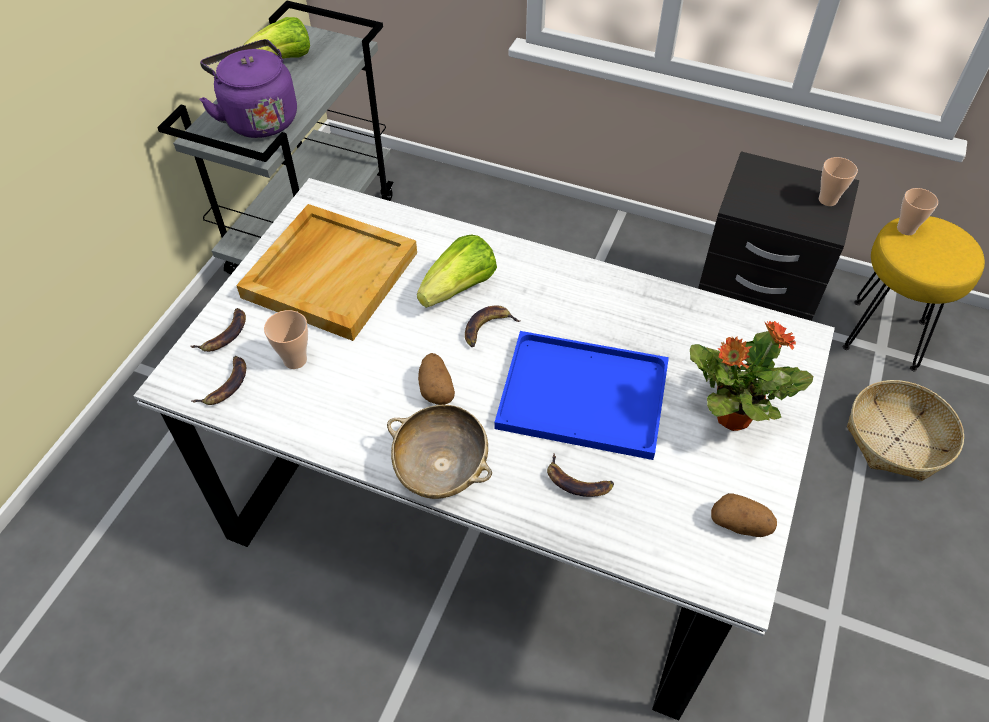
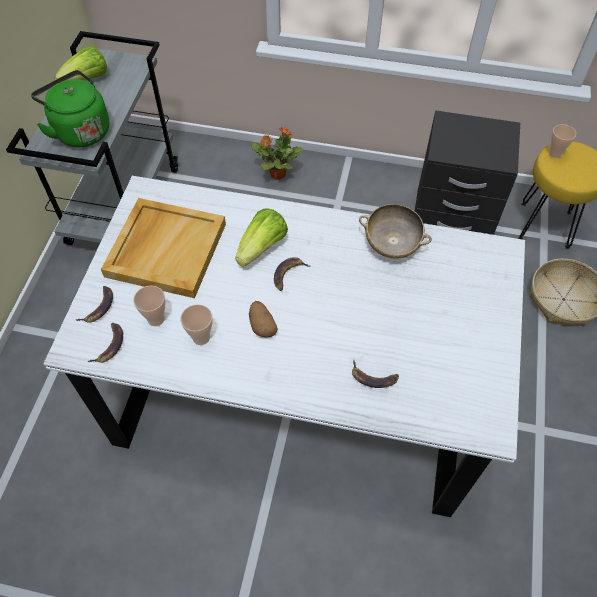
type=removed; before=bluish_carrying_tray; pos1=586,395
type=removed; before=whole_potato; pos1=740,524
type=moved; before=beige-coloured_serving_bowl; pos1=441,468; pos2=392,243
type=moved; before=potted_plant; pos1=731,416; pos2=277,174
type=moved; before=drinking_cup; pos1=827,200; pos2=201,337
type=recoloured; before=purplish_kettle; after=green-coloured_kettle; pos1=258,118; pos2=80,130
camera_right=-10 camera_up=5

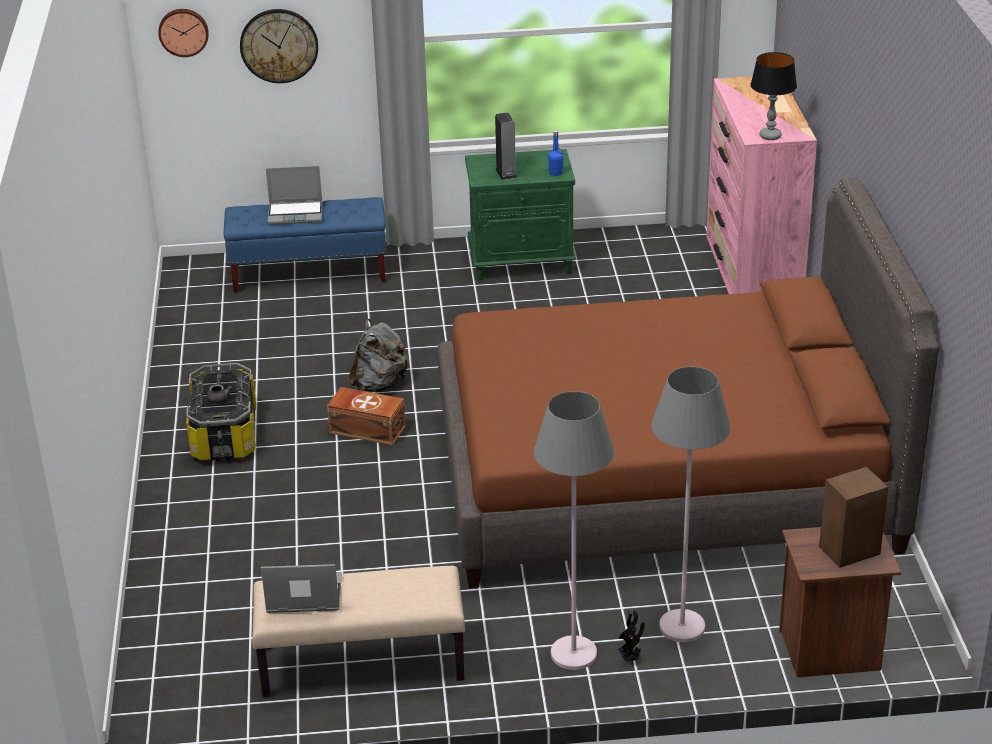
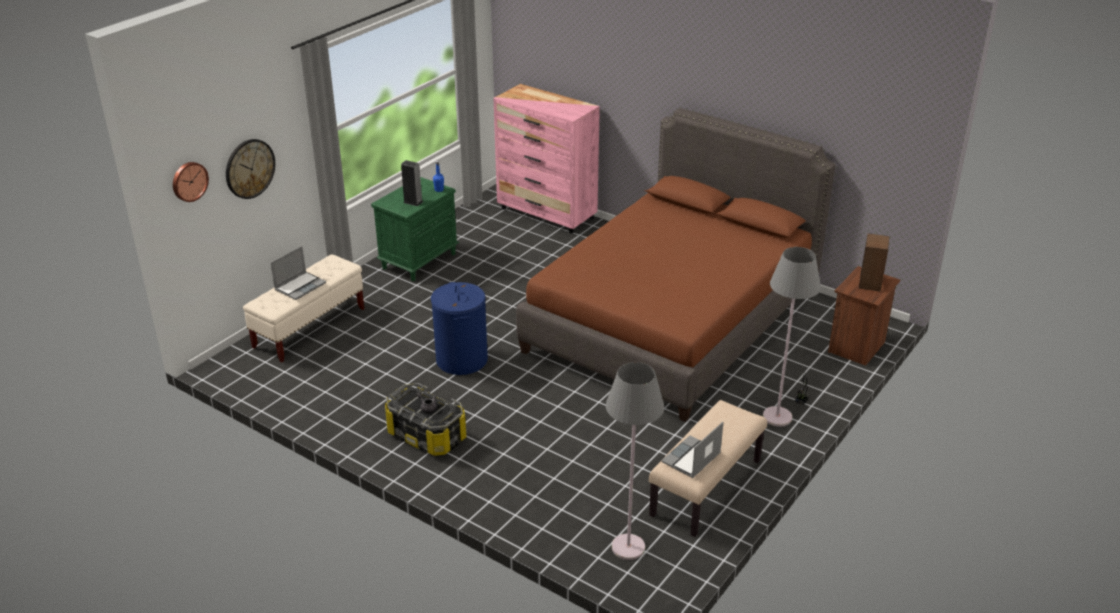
type=removed; before=brown-coloured_storage_container; pos1=367,429
type=removed; before=lamp_for_a_table; pos1=770,136
type=moved; before=grey_standing_lamp; pos1=681,627; pos2=628,547
type=replaced; before=grey_rucksack; after=bluish_washing_basket; pos1=379,384; pos2=461,360
type=recoloured; before=bluish_indoor_bench; after=beige-coloured_indoor_bench; pos1=310,274; pos2=310,328
camera_right=-50 camera_up=0

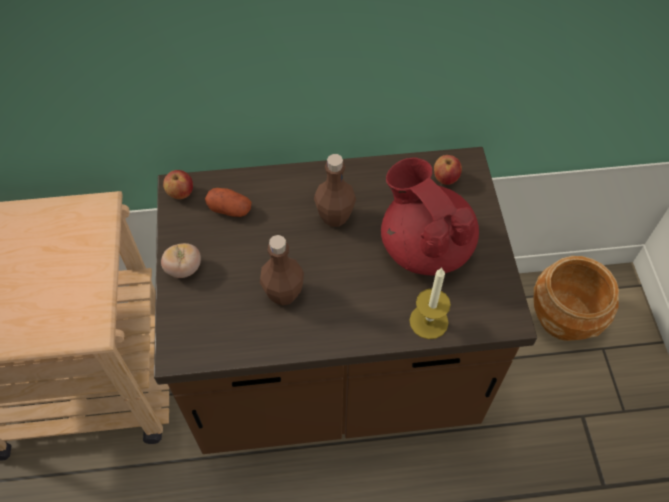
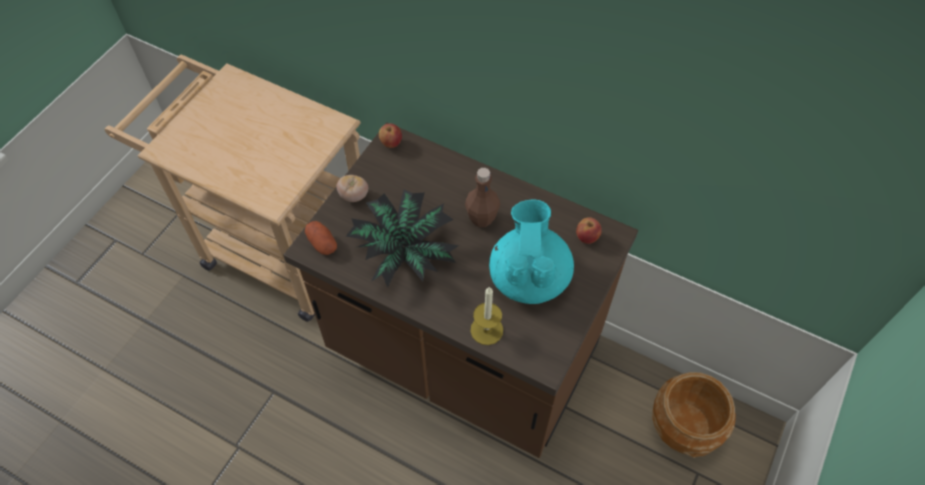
type=moved; before=whole_potato; pos1=230,209; pos2=322,243
type=replaced; before=brown-coloured_drink_bottle; after=potted_plant; pos1=283,294; pos2=404,251
type=recoloured; before=red_tea_pot; after=turquoise_tea_pot; pos1=425,246; pos2=529,277
camera_right=35 camera_up=0

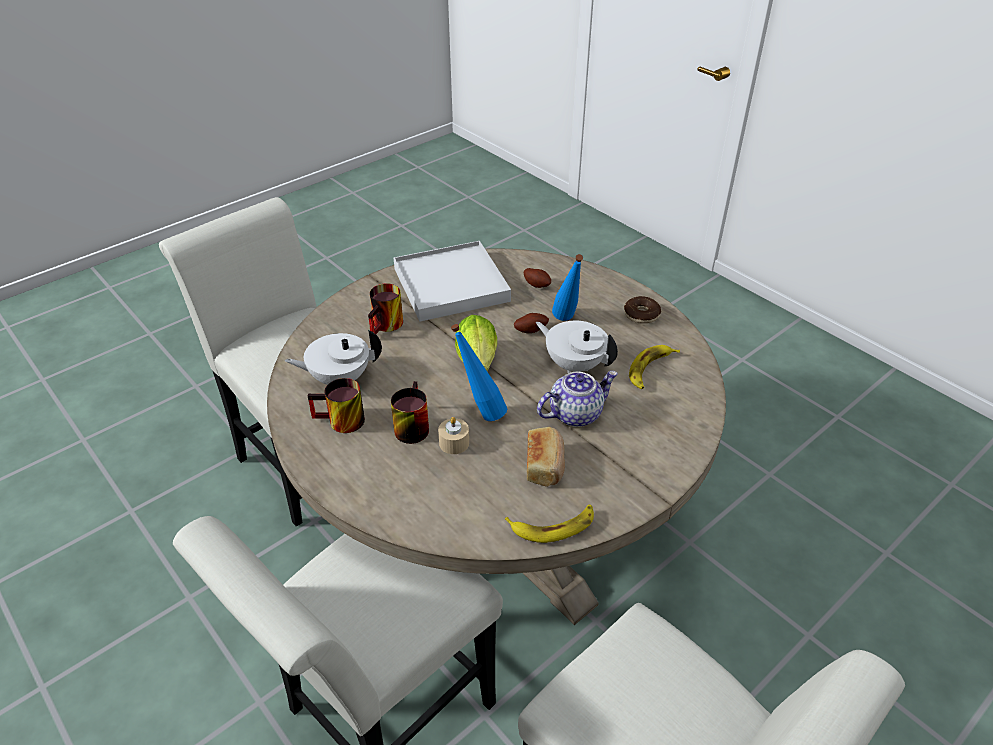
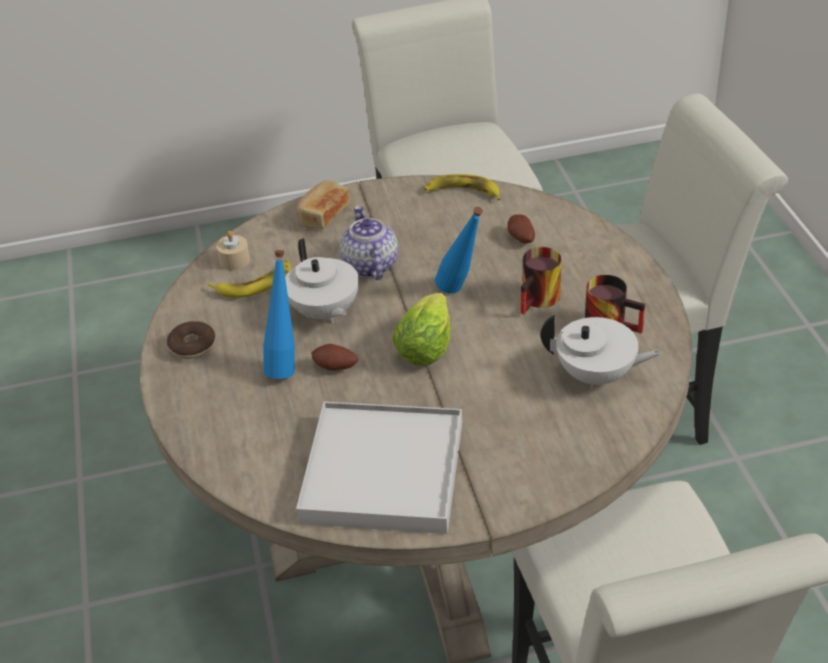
type=removed; before=coffee_mug; pos1=387,326
type=moved; before=beige-coloured_candle; pos1=454,443; pos2=234,260
type=moved; before=whole_potato; pos1=537,284; pos2=520,238
type=moved; before=bakery_bread; pos1=545,465; pos2=323,215
type=turned; before=tea_pot; pos1=575,413; pos2=369,265; turn=75
camera_right=-150 camera_up=0

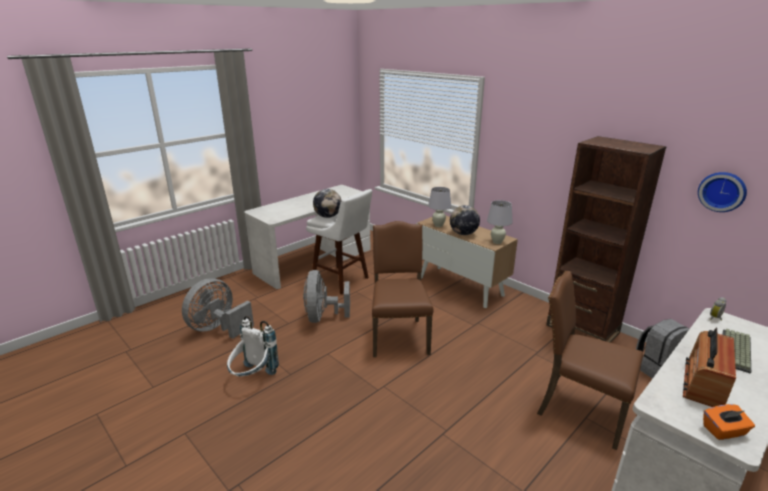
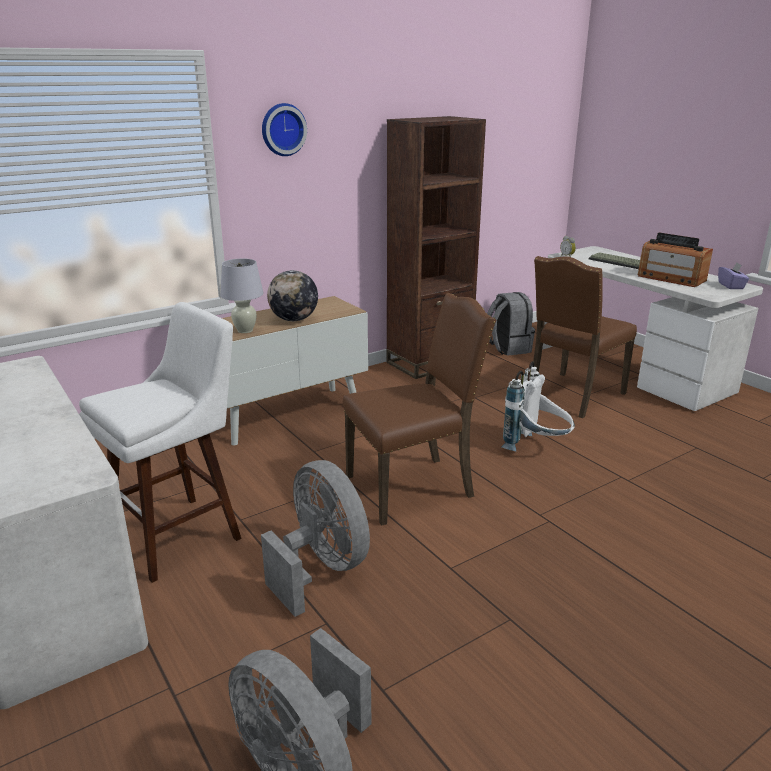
type=removed; before=globe; pos1=328,216
type=removed; before=white_lamp_for_a_table; pos1=497,242
type=moved; before=white_rucksack; pos1=253,377; pos2=536,448
type=moved; before=hanging_clock; pos1=722,191; pos2=282,129
type=recoloured; before=orange_tissue_box; after=purplish_tissue_box; pos1=724,431; pos2=731,286
type=turned; before=grey_fan; pos1=323,317; pos2=321,568; turn=-135
type=turned; before=brown-coloured_plain_chair; pos1=399,336; pos2=413,487; turn=150
camera_right=-80 camera_up=0

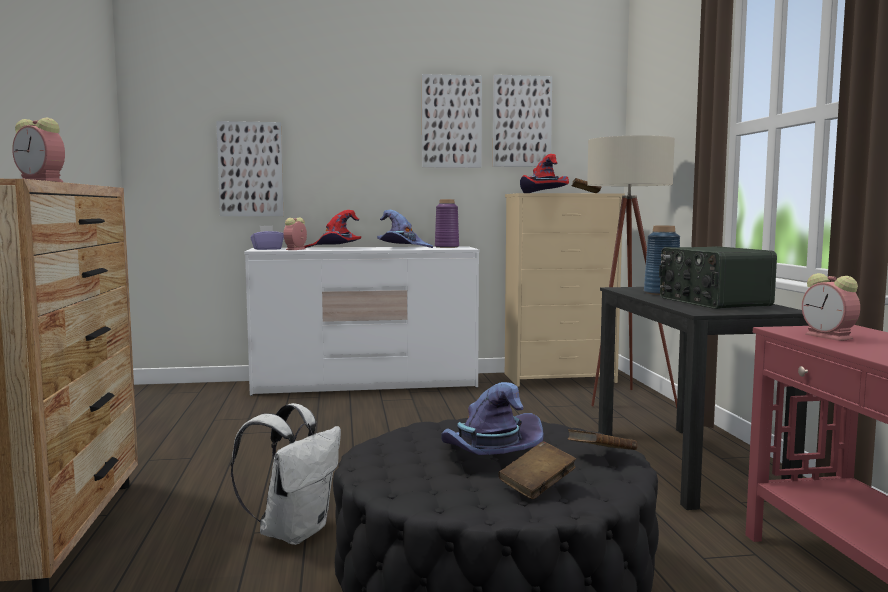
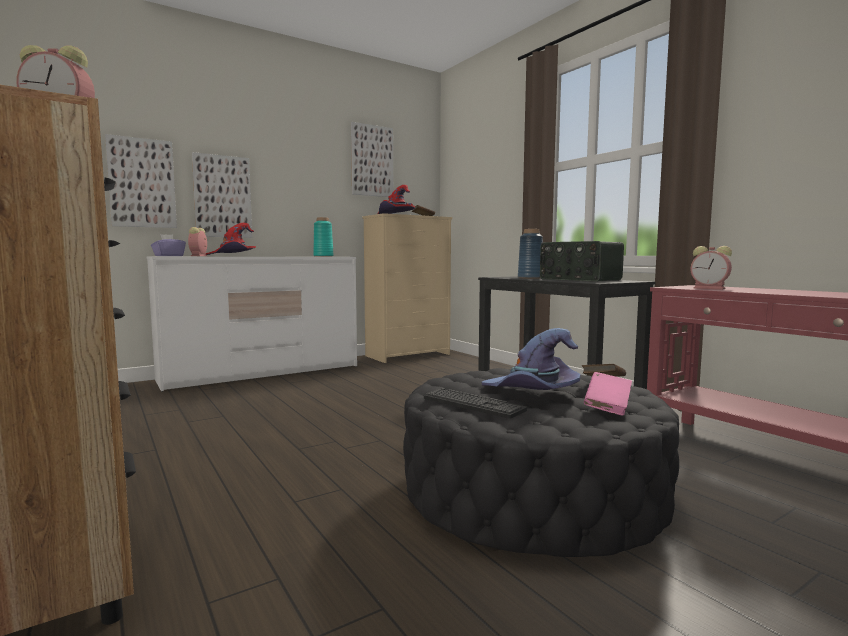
type=removed; before=white_rucksack; pos1=294,532
type=removed; before=purplish_hat; pos1=403,247
type=removed; before=beige-coloured_standing_lamp; pos1=624,402
type=added; after=keyboard; pos2=473,404
type=moved; before=picture; pos1=451,121; pos2=222,196
type=recoloured; before=purplish_decorative_vase; after=turquoise_decorative_vase; pos1=446,247; pos2=323,256
type=recoloured; before=brown-coloured_bound_book; after=pink_bound_book; pos1=537,486; pos2=607,407
camera_right=-25 camera_up=0

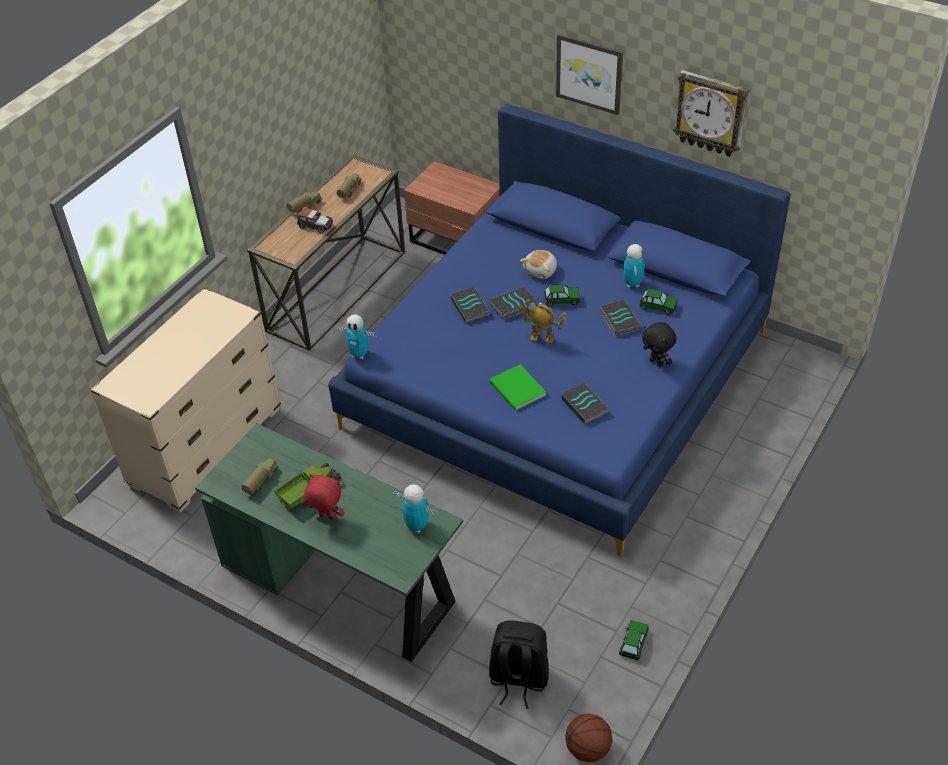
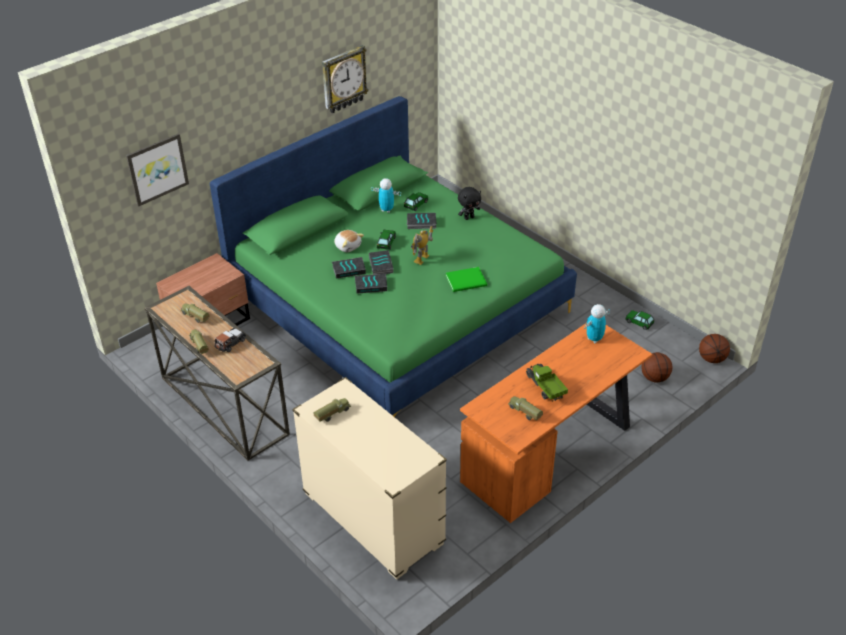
type=removed; before=red_soft_toy; pos1=327,517
type=removed; before=toy_robot; pos1=359,354
type=added; after=toy_lorry; pos2=332,414
type=moved; before=picture; pos1=589,73; pos2=157,169
type=moved; before=bound_book; pos1=585,406; pos2=349,269
type=replaced; before=black-coloured_rucksack; after=basketball; pos1=518,679; pos2=655,378
type=recoloured; before=green-coloured_desk; after=orange_desk; pos1=341,584; pos2=551,453
type=recoloured; before=bluish_bedroom_bed; after=green-coloured_bedroom_bed; pos1=557,379; pos2=398,304
camera_right=-75 camera_up=-5

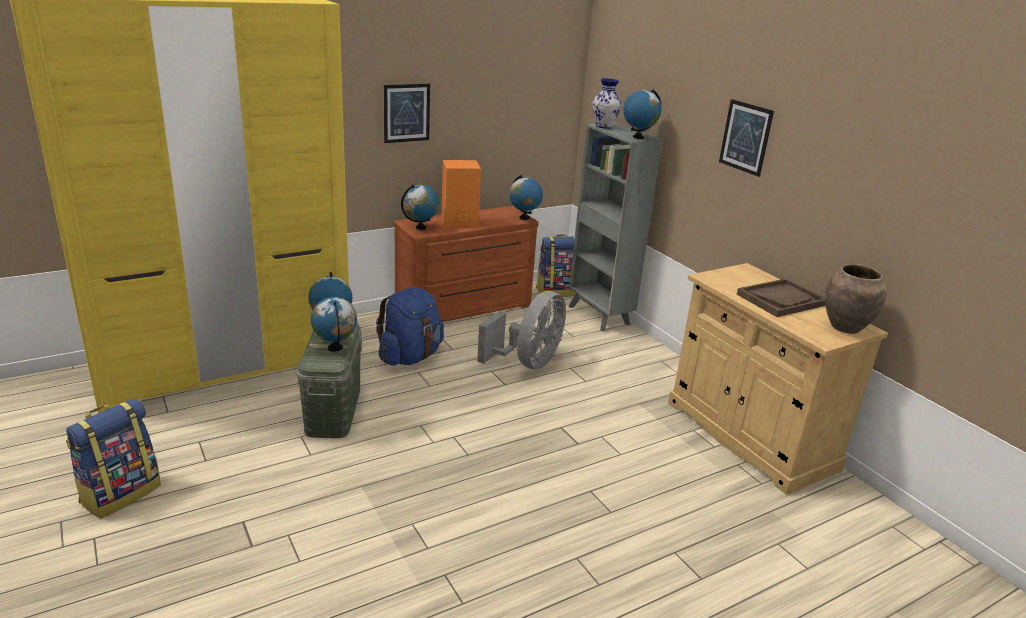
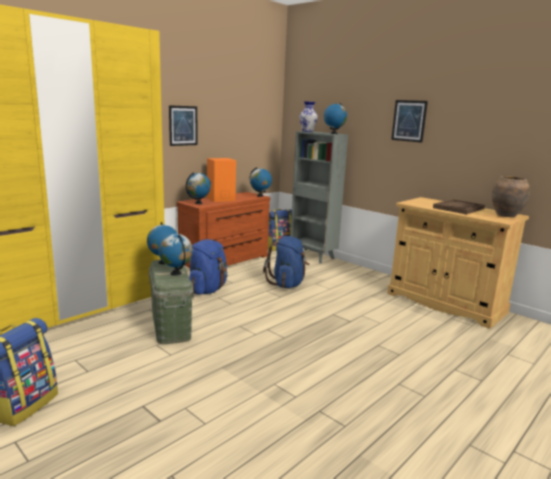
type=replaced; before=grey_fan; after=bluish_rucksack; pos1=528,363; pos2=287,284
camera_right=-15 camera_up=-10

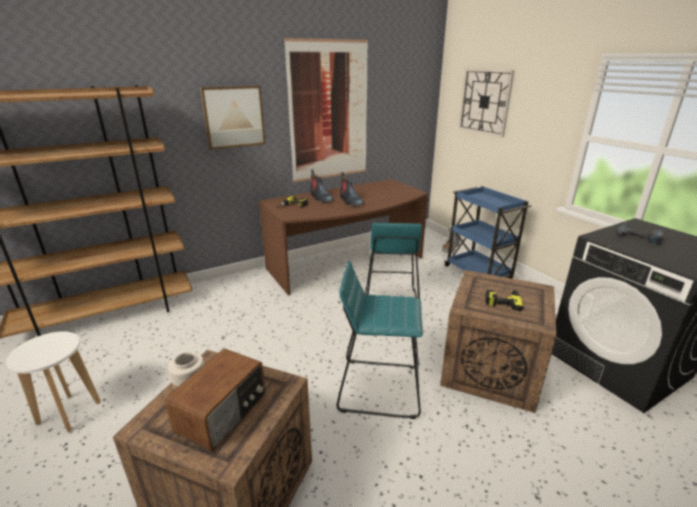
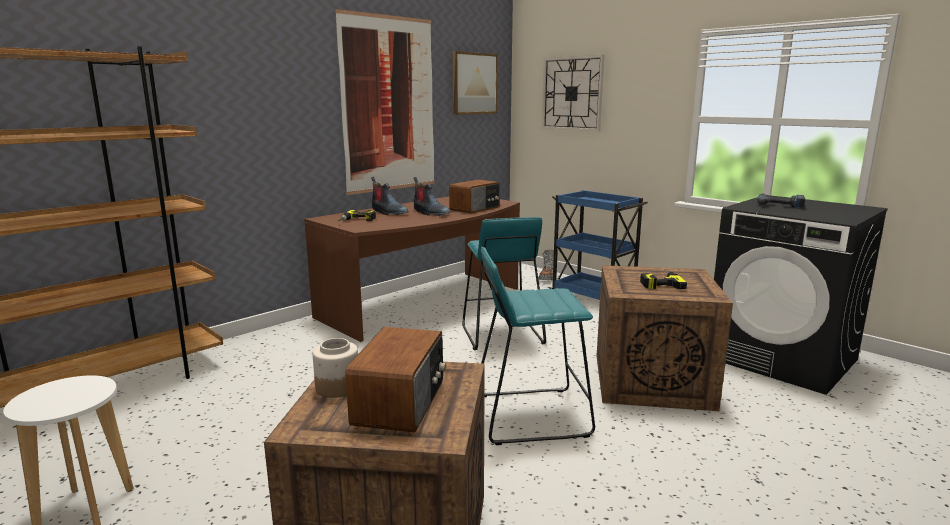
type=added; after=radio_receiver; pos2=475,208
type=moved; before=picture; pos1=234,117; pos2=474,83
camera_right=-15 camera_up=-10

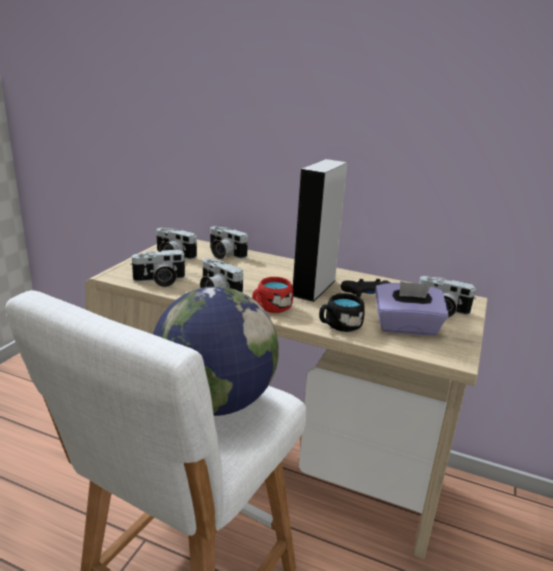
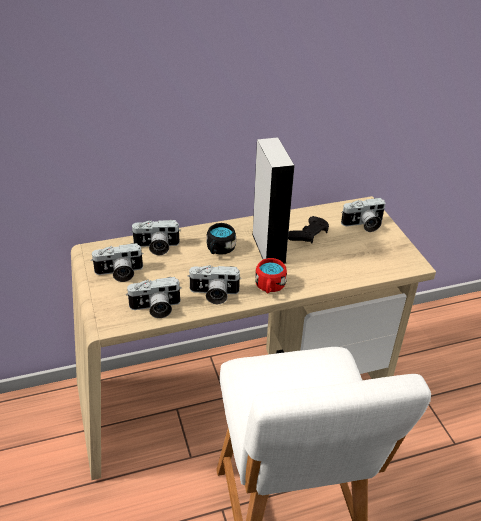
type=removed; before=globe; pos1=214,402
type=removed; before=purplish_tissue_box; pos1=406,327
type=moved; before=black-coloured_coffee_mug; pos1=339,326; pos2=219,250
type=turned; before=photo_camera; pos1=160,281; pos2=155,308; turn=45
camera_right=-40 camera_up=15

